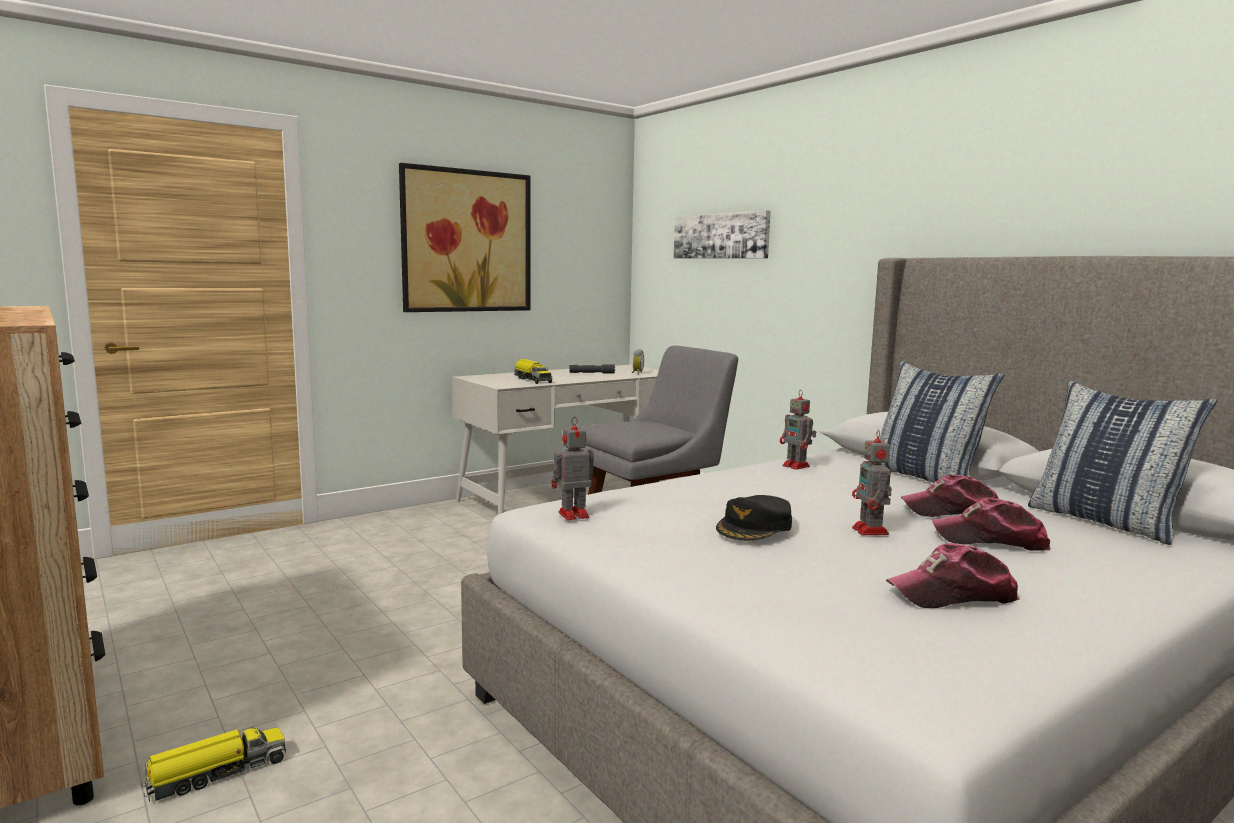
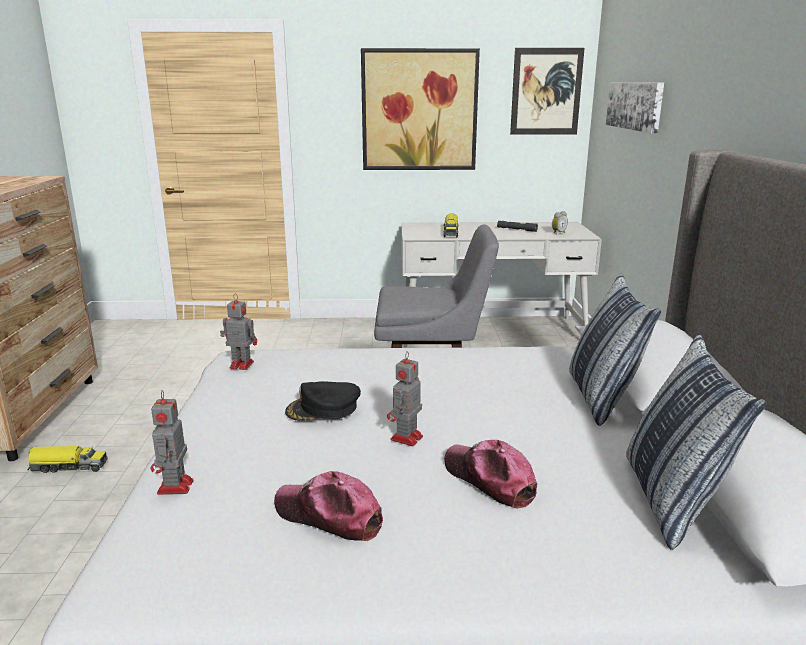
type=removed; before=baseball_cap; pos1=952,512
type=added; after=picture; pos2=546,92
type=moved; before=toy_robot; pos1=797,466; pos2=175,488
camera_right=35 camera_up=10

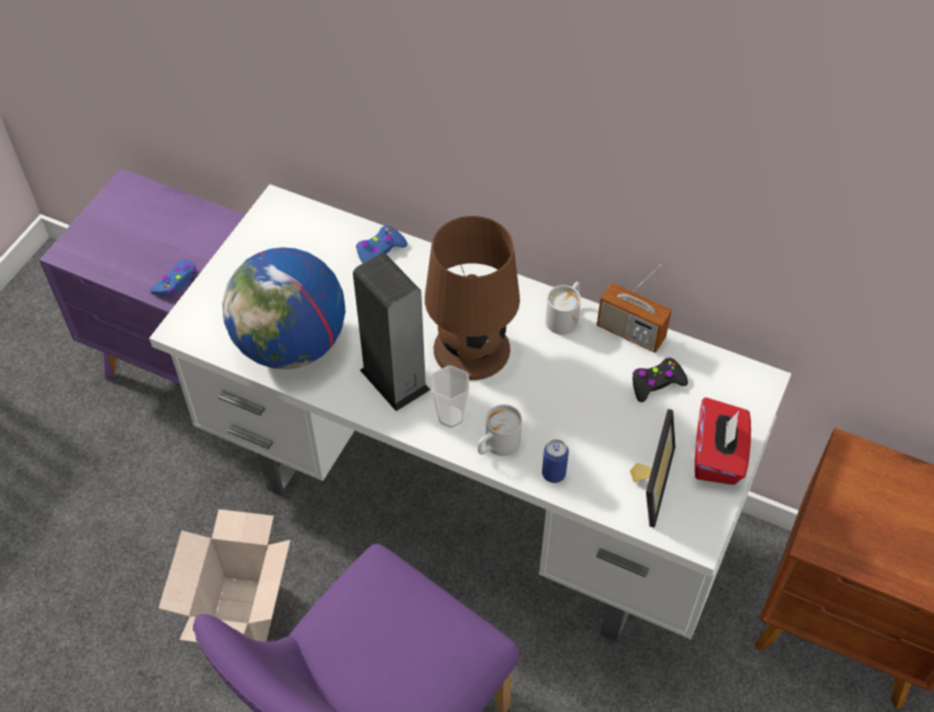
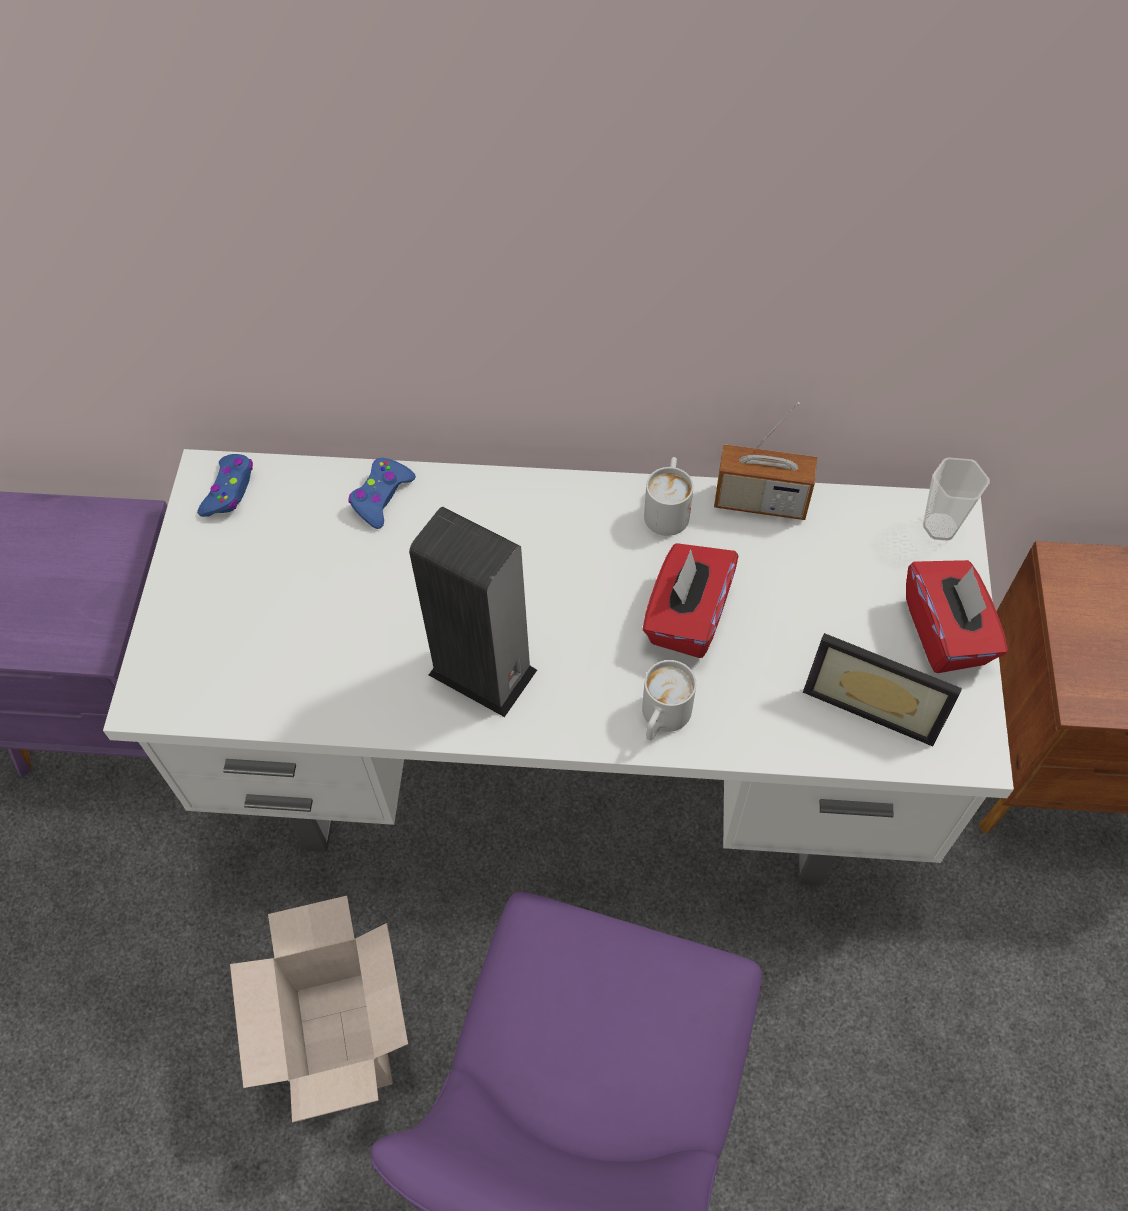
type=removed; before=globe; pos1=291,345
type=removed; before=brown-coloured_lamp_for_a_table; pos1=472,349
type=removed; before=can; pos1=553,474
type=removed; before=black-coloured_gamepad; pos1=656,383
type=added; after=red_tissue_box; pos2=686,617
type=moved; before=bluish_gamepad; pos1=176,282; pos2=229,490
type=moved; before=drinking_cup; pos1=450,416; pos2=940,527
type=turned; before=picture_frame; pos1=646,481; pos2=875,699; turn=120
camera_right=-20 camera_up=5

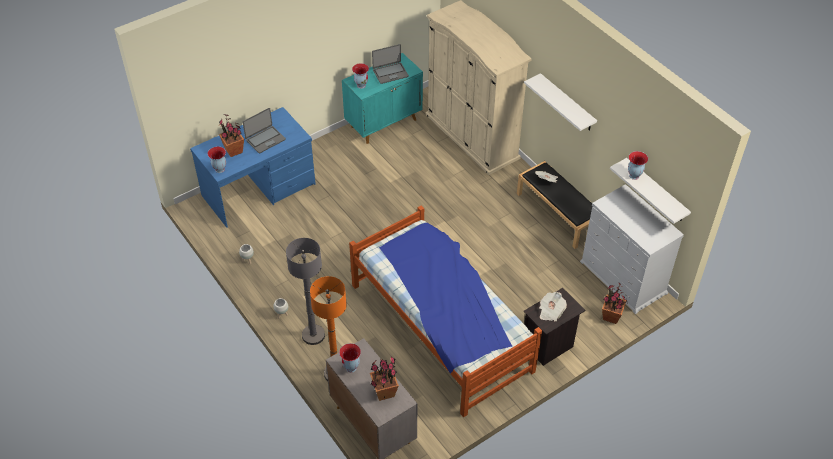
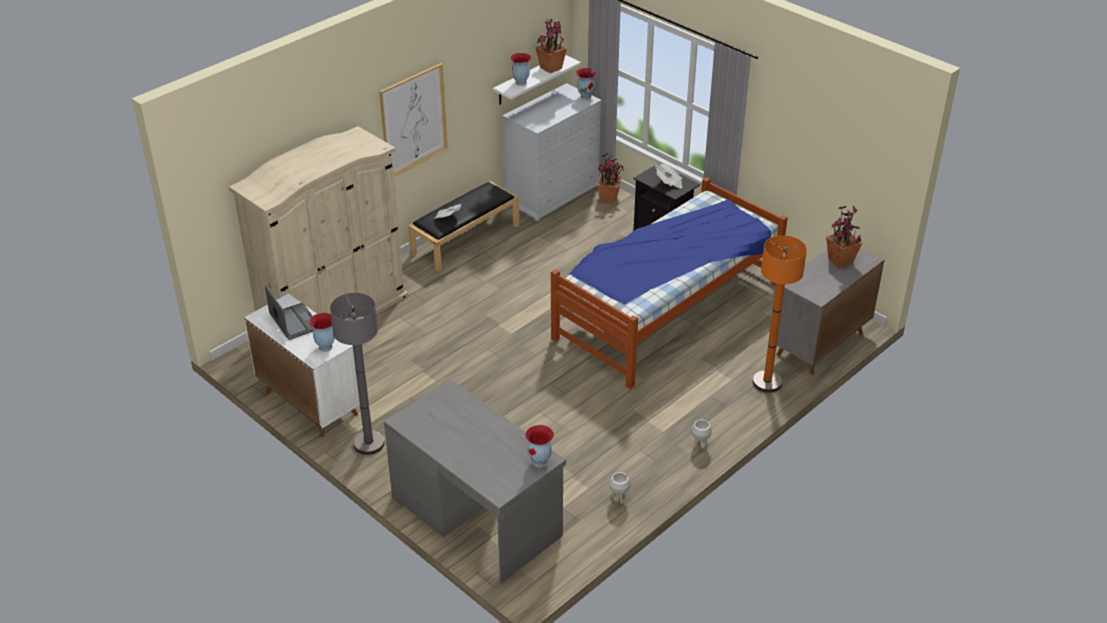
type=removed; before=notebook_computer; pos1=265,139
type=moved; before=potted_plant; pos1=234,151; pos2=551,68
type=moved; before=grey_standing_lamp; pos1=313,335; pos2=369,443
type=moved; before=decorative_vase; pos1=351,368; pos2=586,97
type=replaced; before=white_bracket_shelf; after=picture; pos1=567,103; pos2=413,120
type=recoloured; before=bluish_desk; after=grey_desk; pos1=259,190; pos2=476,515
type=recoloured; before=turquoise_cabinet; after=white_cabinet; pos1=384,123; pos2=311,403
camera_right=-100 camera_up=-10

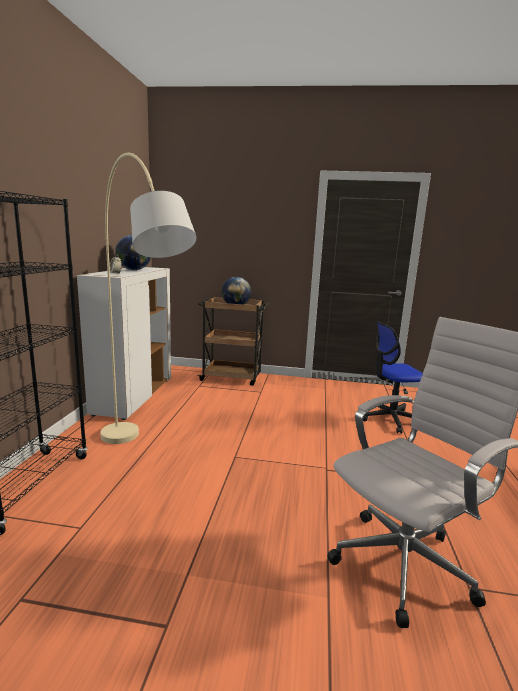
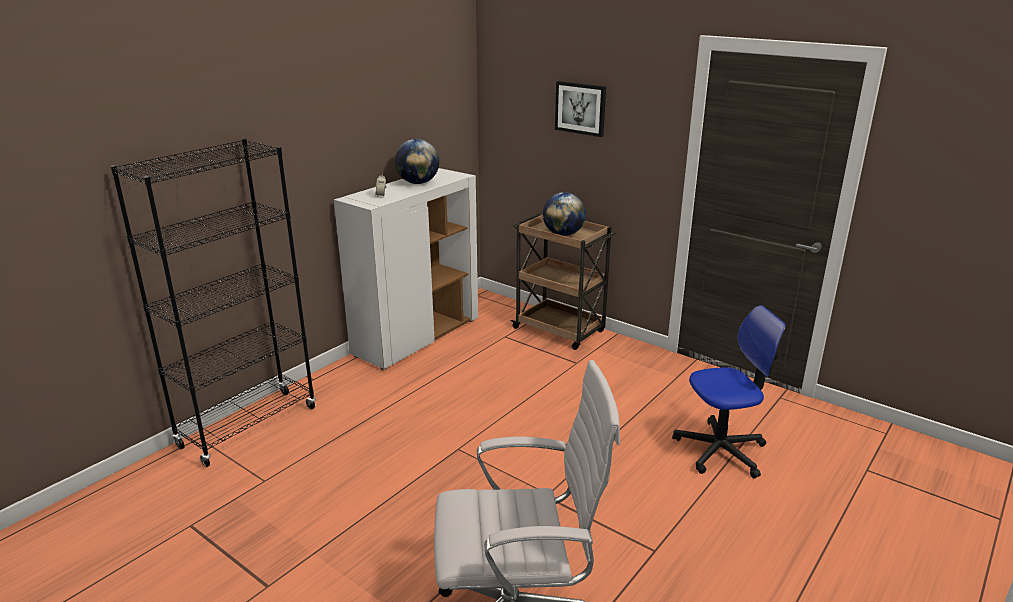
type=removed; before=beige-coloured_standing_lamp; pos1=143,467
type=added; after=picture; pos2=580,108
type=turned; before=desk_chair; pos1=390,419; pos2=720,450; turn=150
camera_right=30 camera_up=10

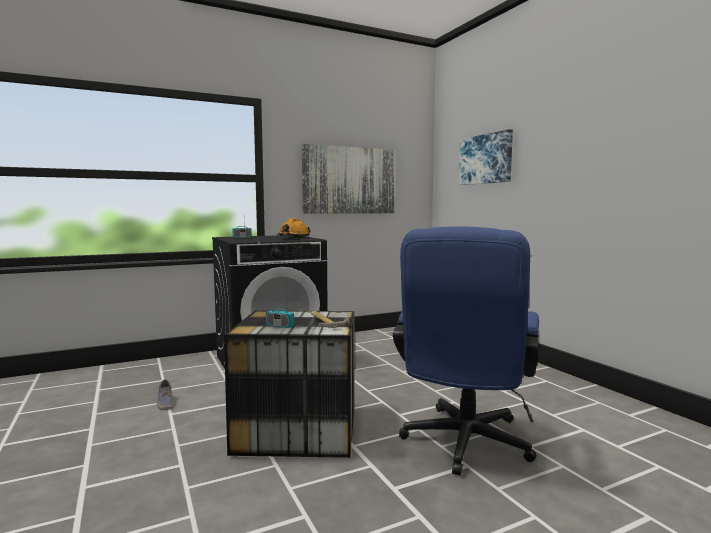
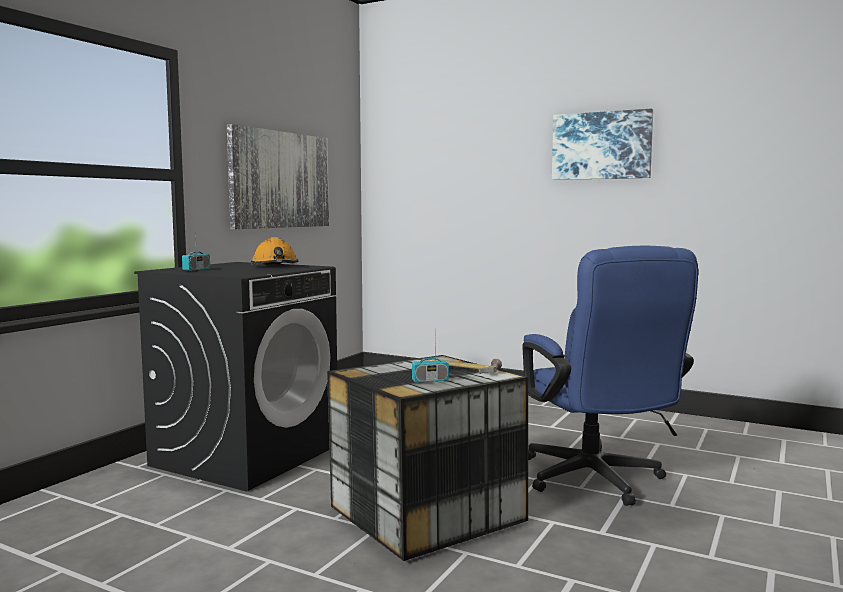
type=removed; before=shoe; pos1=164,402
type=moved; before=picture; pos1=485,159; pos2=601,146
camera_right=-35 camera_up=0

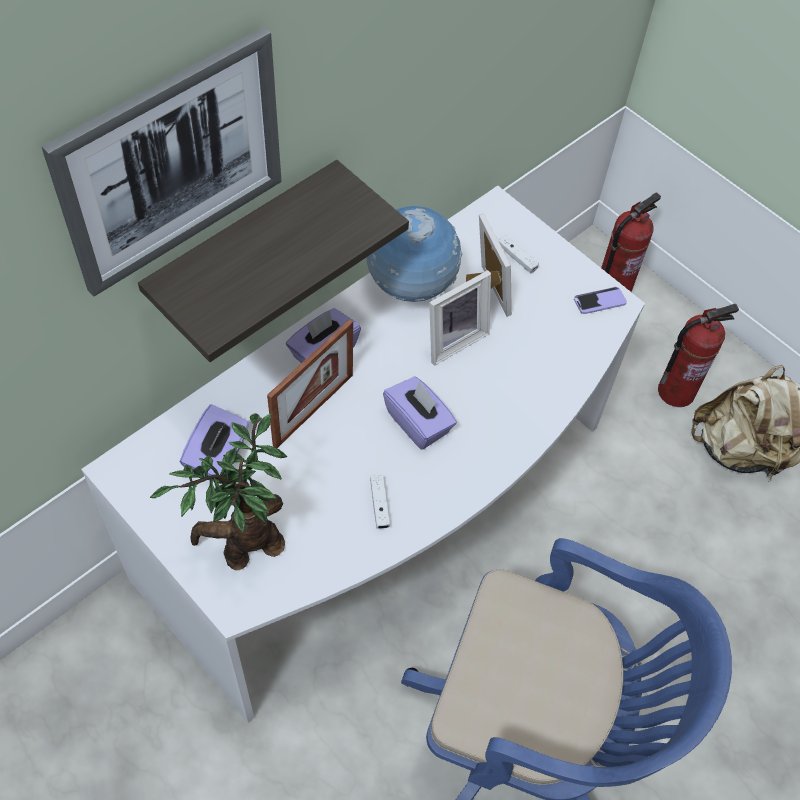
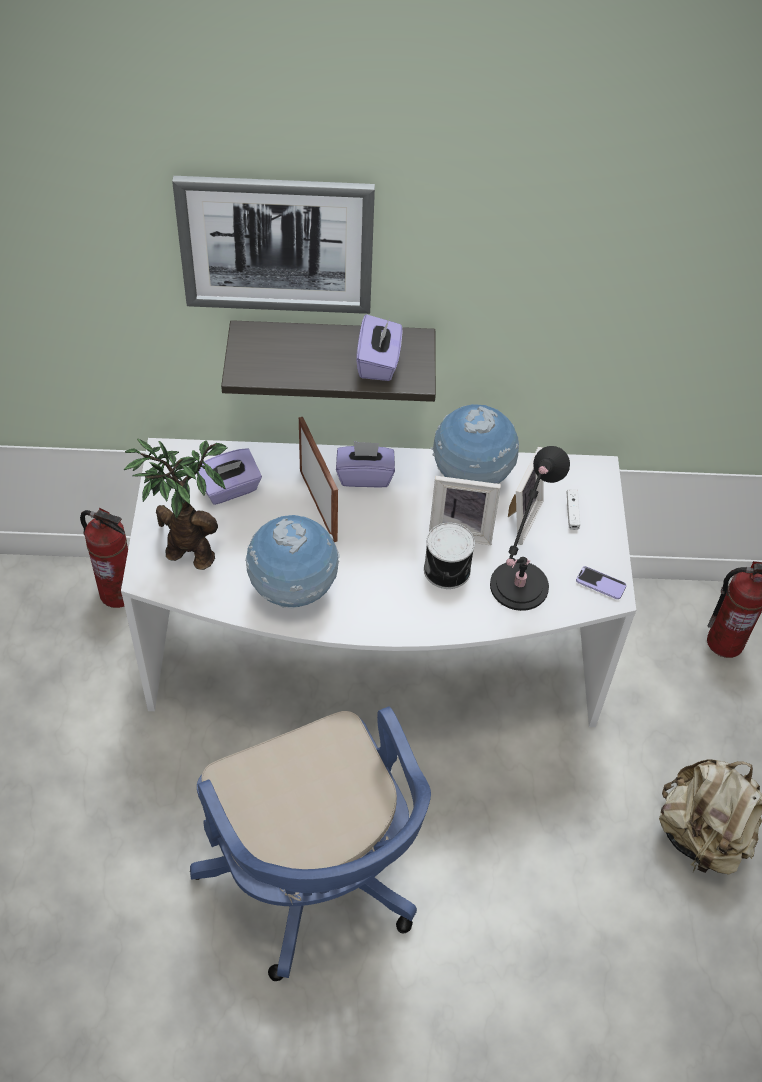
type=added; after=can; pos2=448,570
type=added; after=black-coloured_lamp_for_a_table; pos2=516,590
type=moved; before=purplish_tissue_box; pos1=418,423; pos2=379,362
type=moved; before=fire_extinguisher; pos1=676,391; pos2=119,592
type=replaced; before=white_gamepad; after=globe; pos1=379,505; pos2=293,591
type=turned; before=picture_frame; pos1=313,410; pos2=318,505; turn=-105
camera_right=45 camera_up=-5

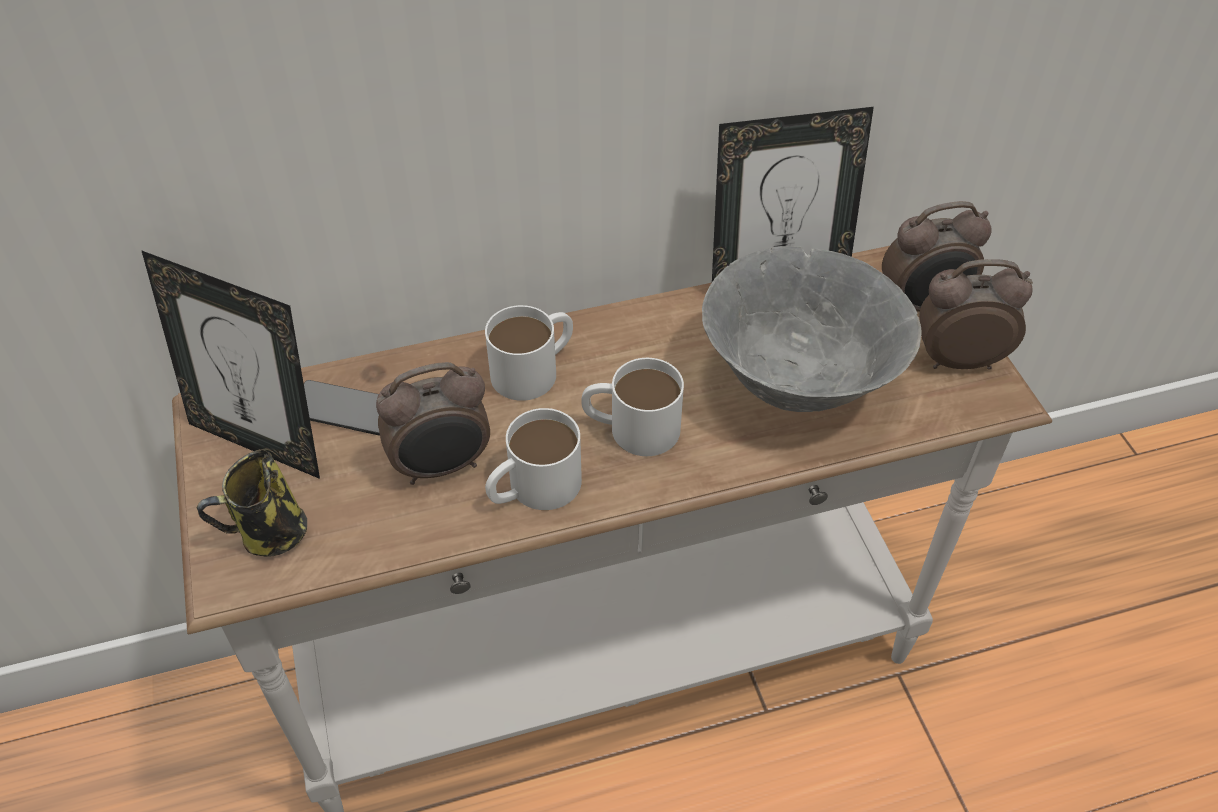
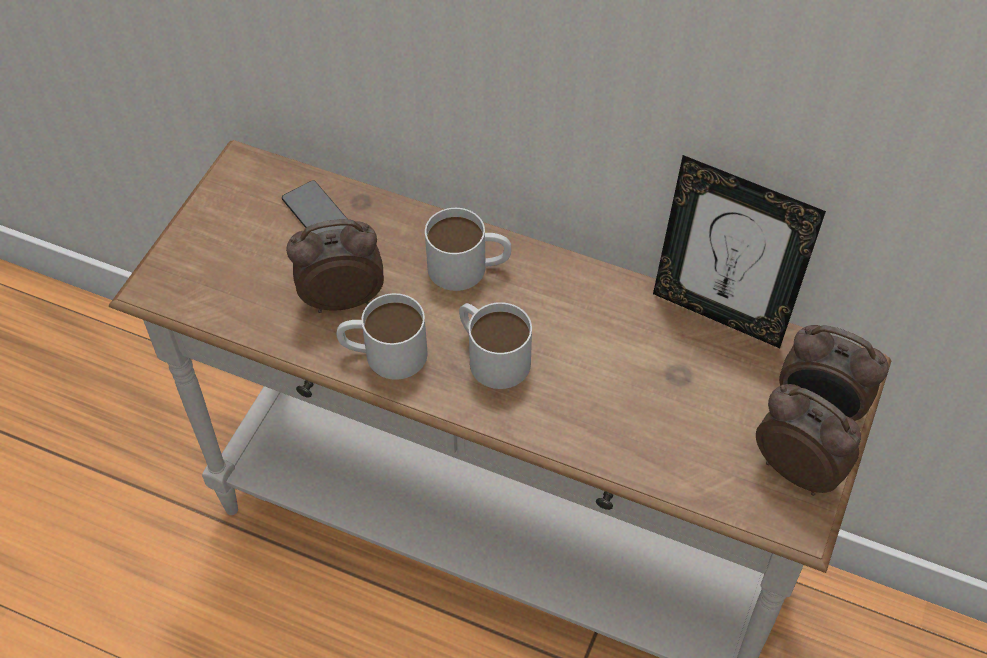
type=removed; before=picture_frame; pos1=261,441
type=removed; before=coffee_mug; pos1=269,534
type=removed; before=grey_serving_bowl; pos1=796,383
type=turned; before=bedside_clock; pos1=442,466; pos2=342,298; turn=150
camera_right=40 camera_up=5

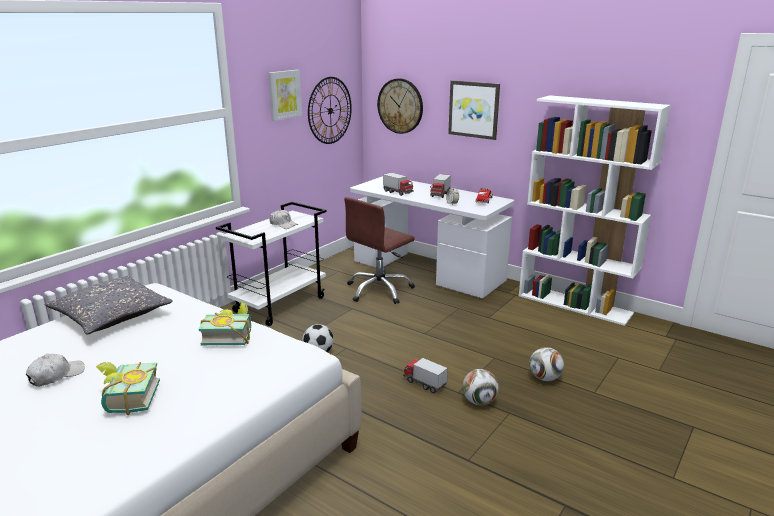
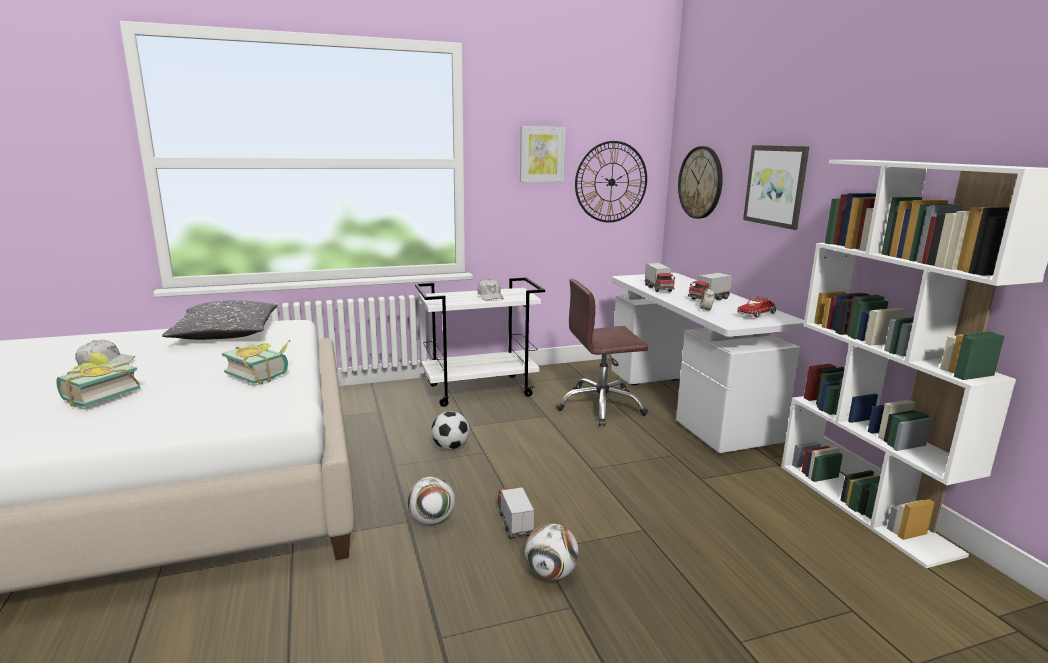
type=moved; before=football_ball; pos1=545,378; pos2=432,521
camera_right=35 camera_up=-5

